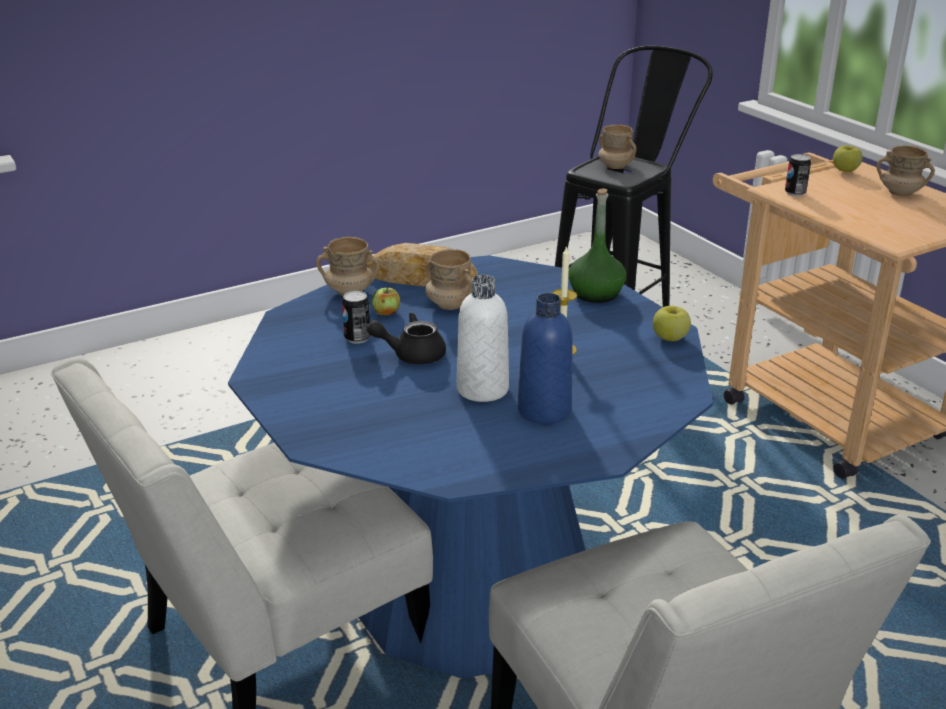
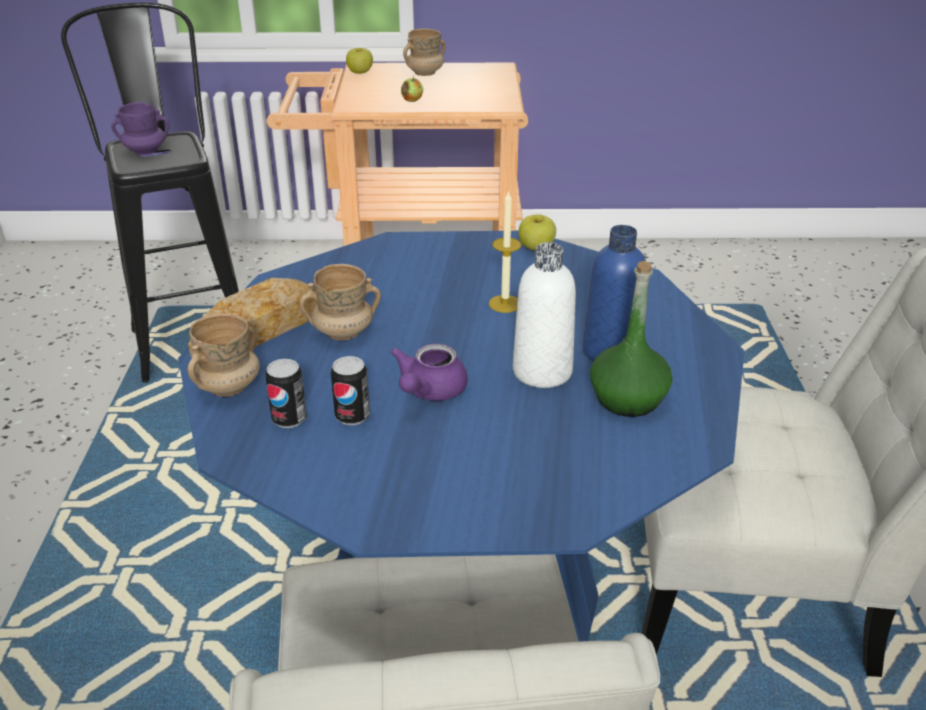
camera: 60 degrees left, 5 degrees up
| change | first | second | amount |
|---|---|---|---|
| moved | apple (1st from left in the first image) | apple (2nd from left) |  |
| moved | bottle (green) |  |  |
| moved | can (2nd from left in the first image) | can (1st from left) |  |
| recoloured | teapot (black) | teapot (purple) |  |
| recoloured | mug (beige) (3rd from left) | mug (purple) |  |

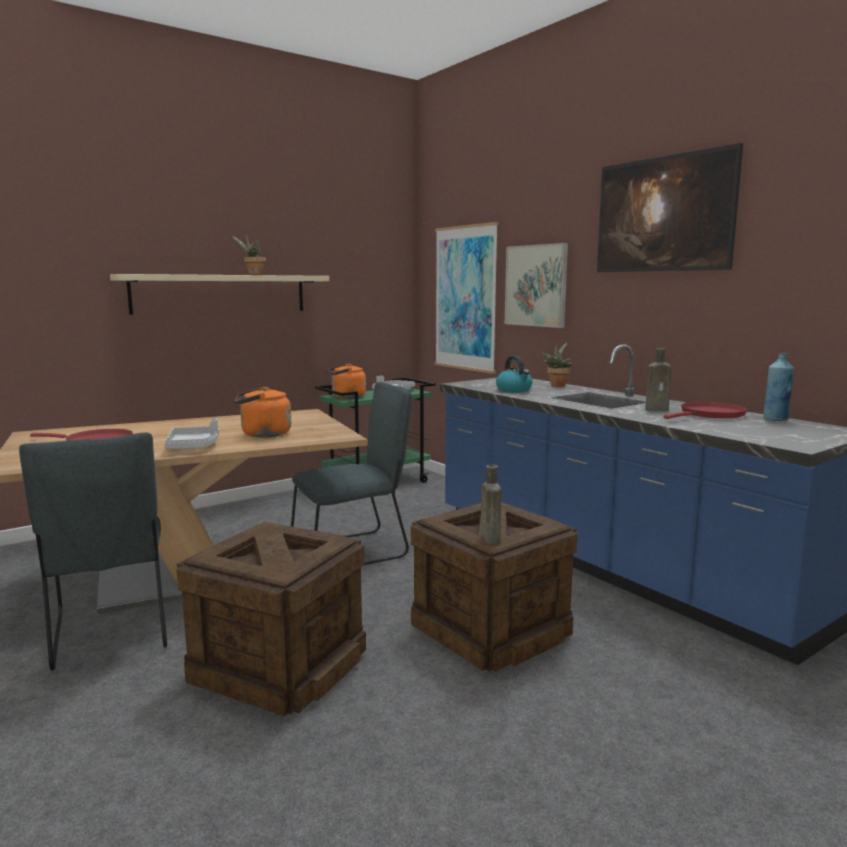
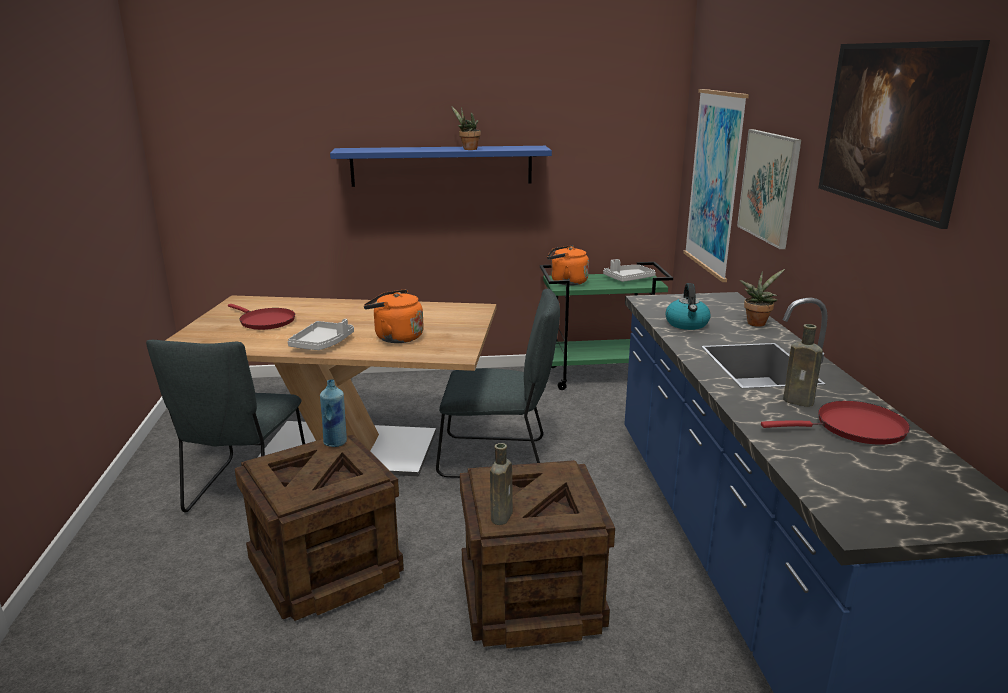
camera: 30 degrees right, 10 degrees up
| change | first | second | amount |
|---|---|---|---|
| moved | bottle (blue) |  |  |
| recoloured | shelf (beige) | shelf (blue) |  |

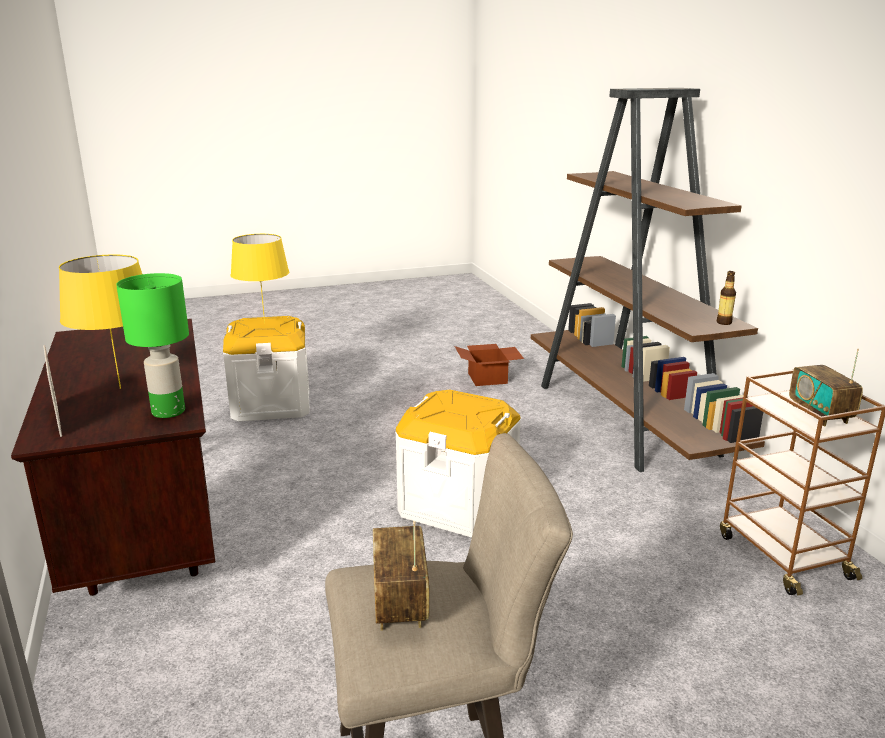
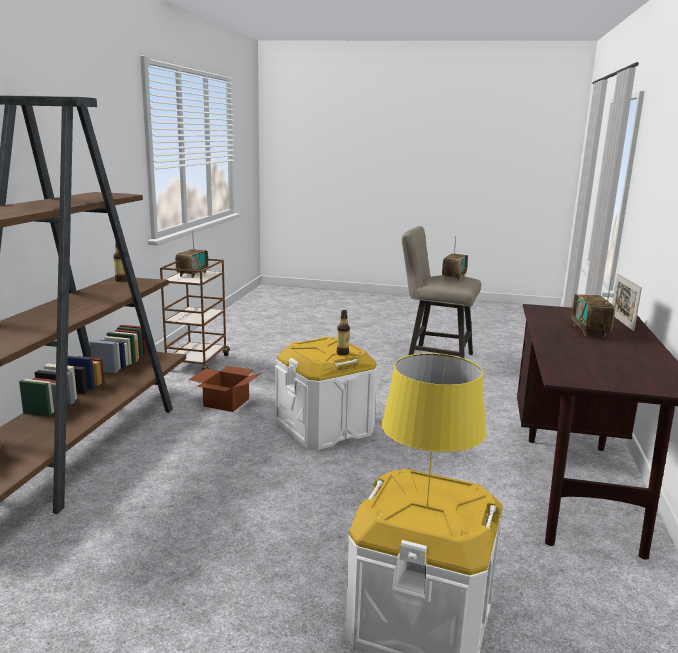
camera: 150 degrees left, 5 degrees down
| change | first | second | amount |
|---|---|---|---|
| removed | table lamp (green) |  |  |
| added |  | bottle (2nd from left) |  |
| moved | cardboard box |  |  |
| replaced | table lamp (yellow) (1st from left) | radio (3rd from left) |  |

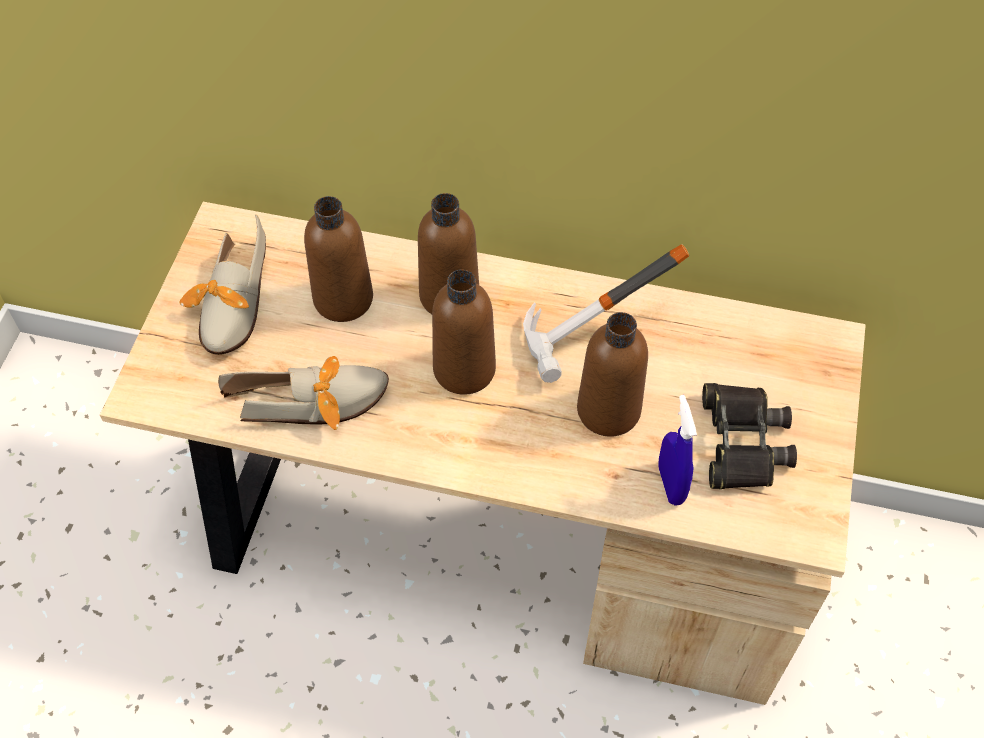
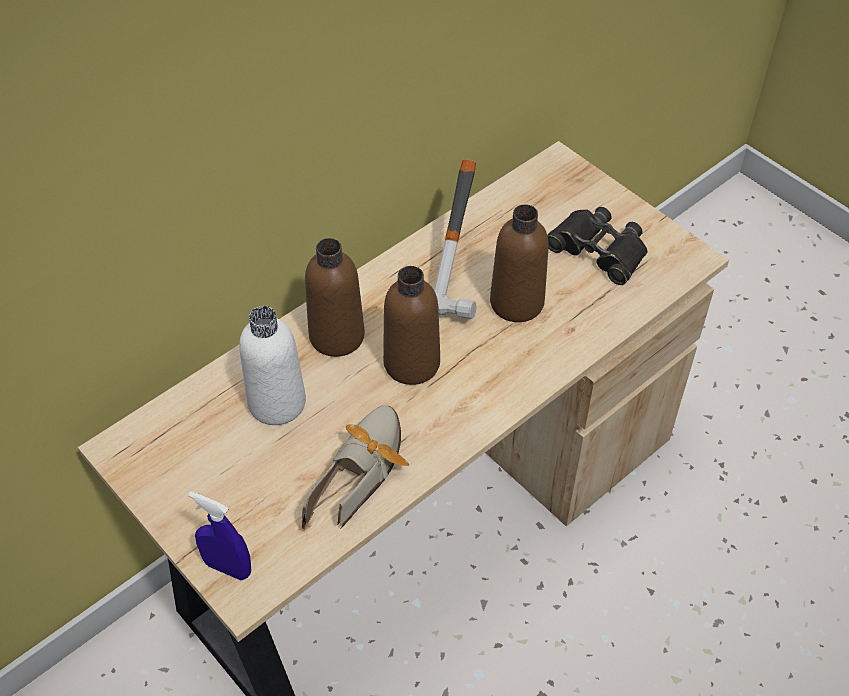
camera: 55 degrees left, 5 degrees down
| change | first | second | amount |
|---|---|---|---|
| removed | shoe (1st from left) |  |  |
| moved | spray bottle (blue) |  |  |
| recoloured | bottle (brown) (1st from left) | bottle (white) |  |

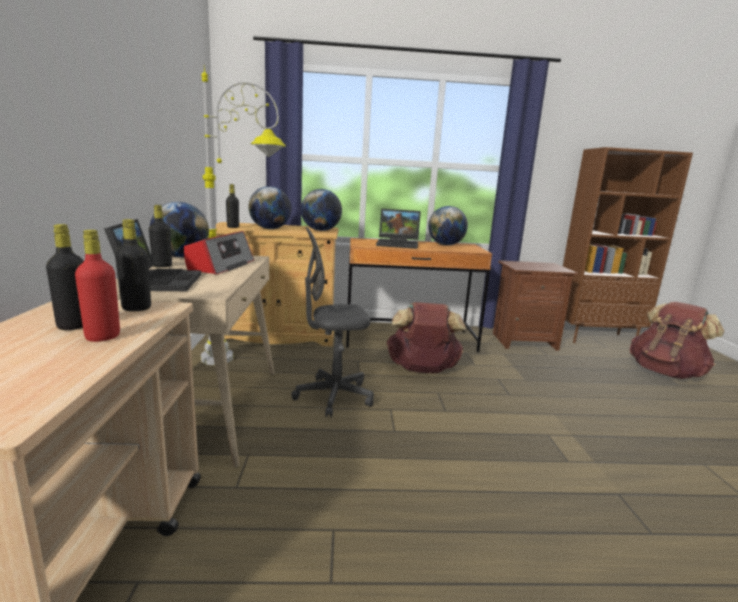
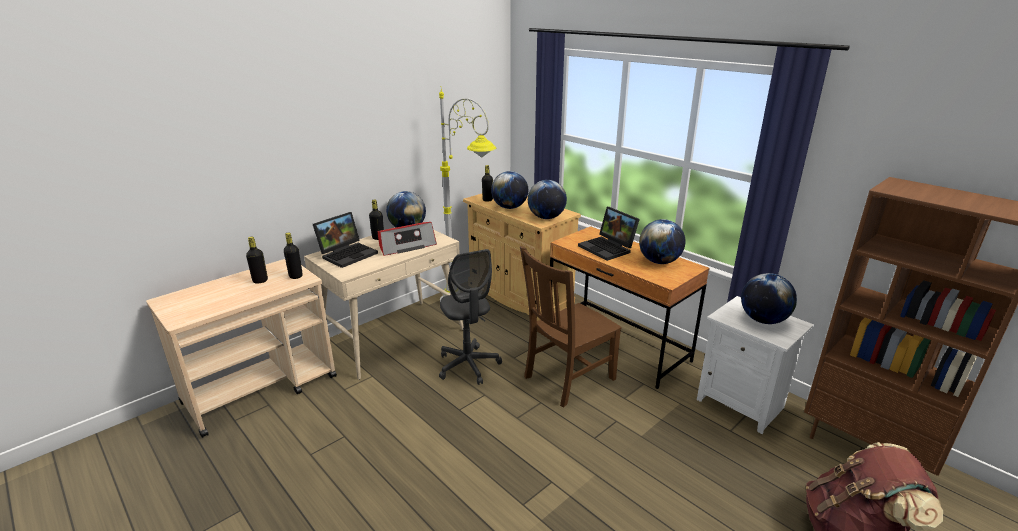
camera: 50 degrees right, 10 degrees up
| change | first | second | amount |
|---|---|---|---|
| removed | bottle (red) |  |  |
| added |  | globe (5th from left) |  |
| replaced | backpack (brown) (1st from left) | chair (brown) |  |
| recoloured | nightstand (brown) | nightstand (white) |  |
| turned | office chair (grey) |  | 150 degrees counterclockwise |

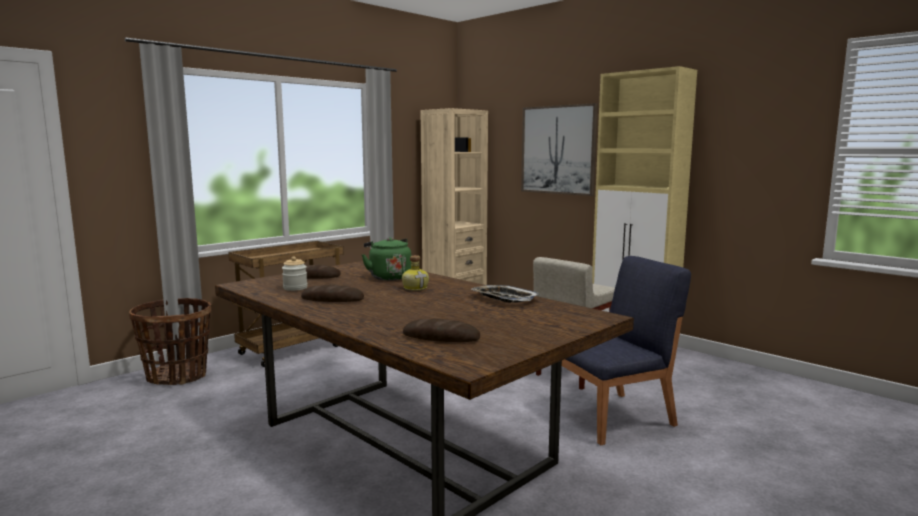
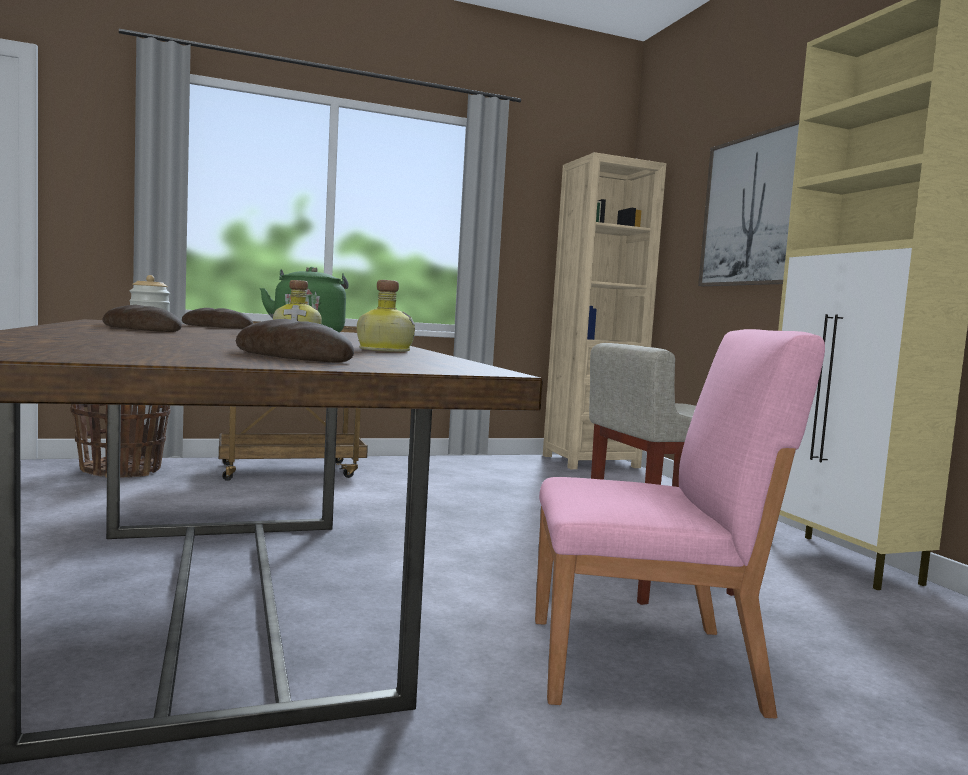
camera: 25 degrees right, 5 degrees down
| change | first | second | amount |
|---|---|---|---|
| moved | bread (3rd from left) |  |  |
| replaced | tray | bottle (2nd from left) |  |
| recoloured | chair (blue) | chair (pink) |  |

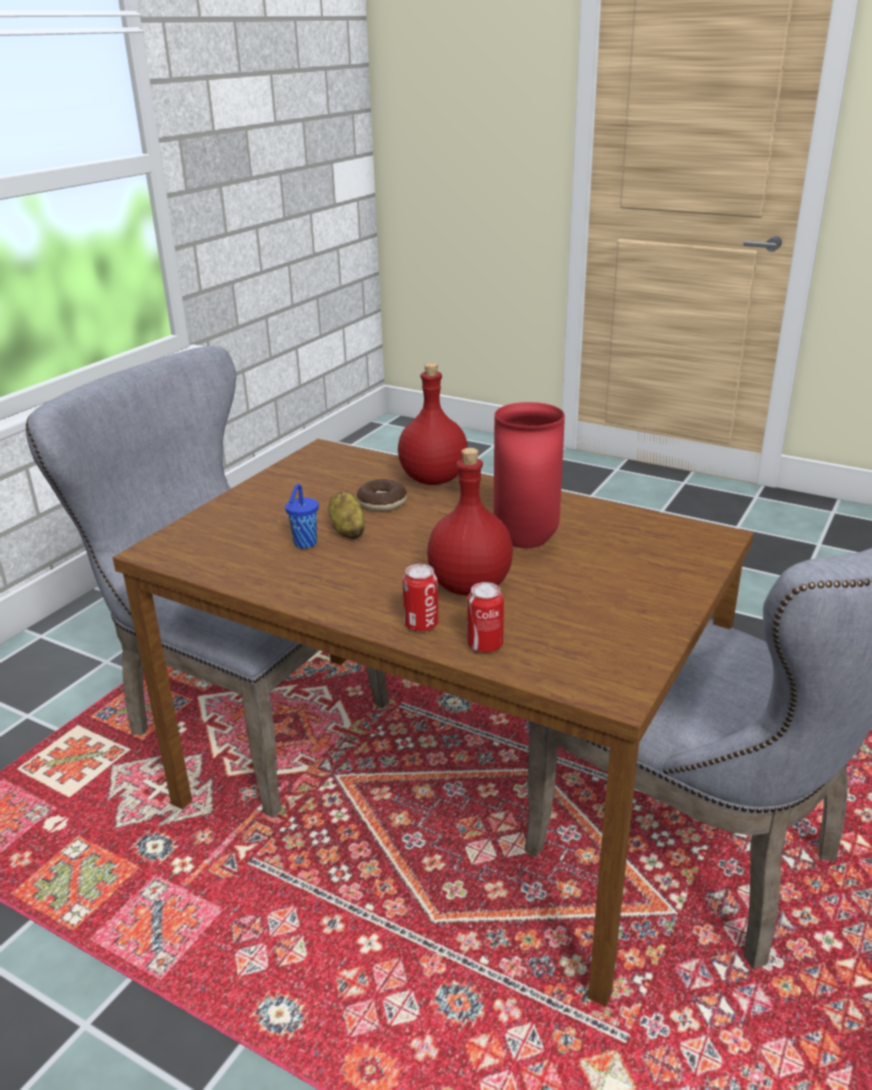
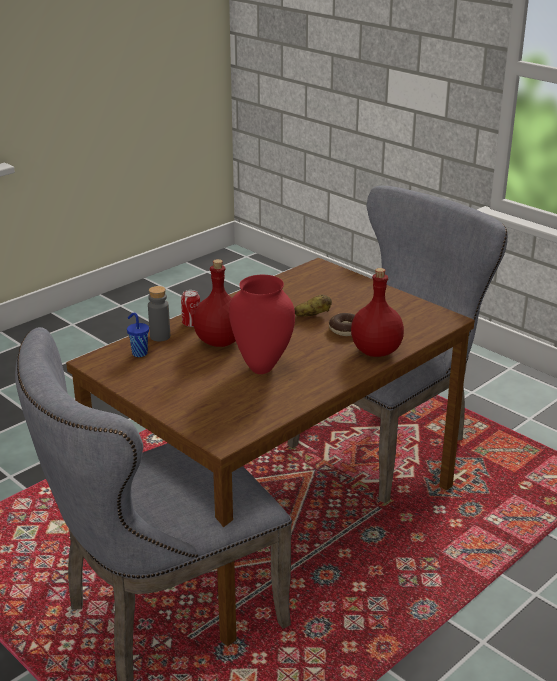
camera: 105 degrees right, 0 degrees up
| change | first | second | amount |
|---|---|---|---|
| moved | cup (blue) |  |  |
| replaced | can (2nd from left) | bottle (grey) |  |

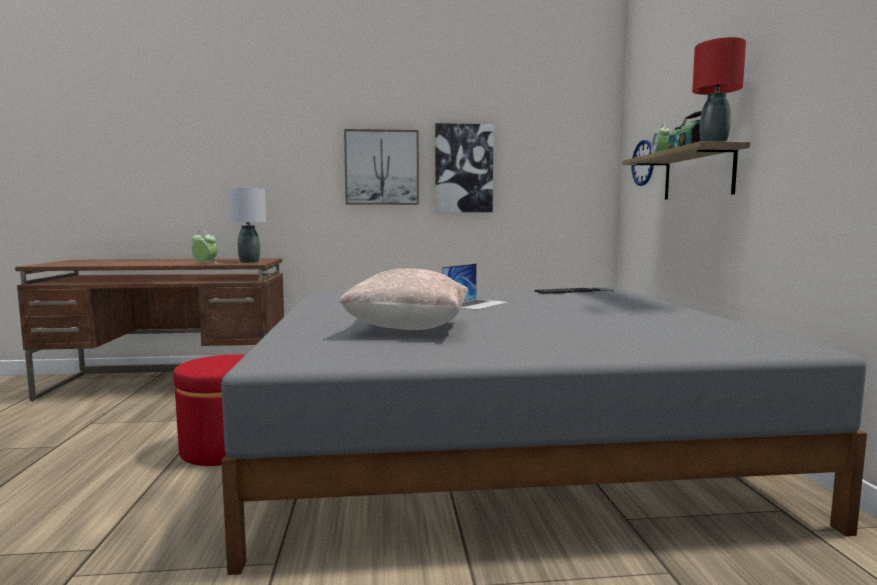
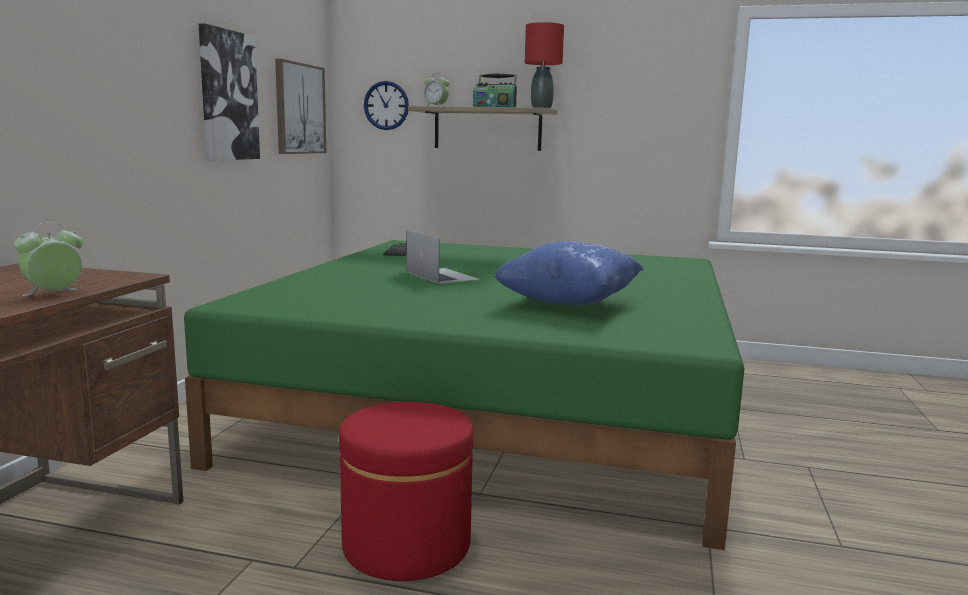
camera: 70 degrees left, 5 degrees up
| change | first | second | amount |
|---|---|---|---|
| removed | table lamp (grey) |  |  |
| moved | picture (1st from left in the first image) | picture (2nd from left) |  |
| recoloured | bed (grey) | bed (green) |  |
| recoloured | pillow (beige) | pillow (blue) |  |

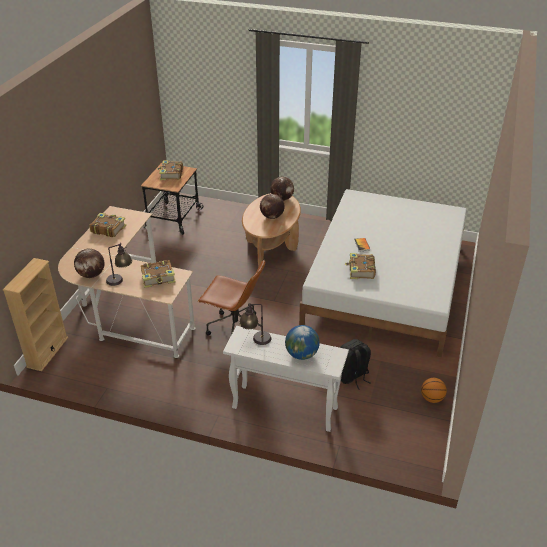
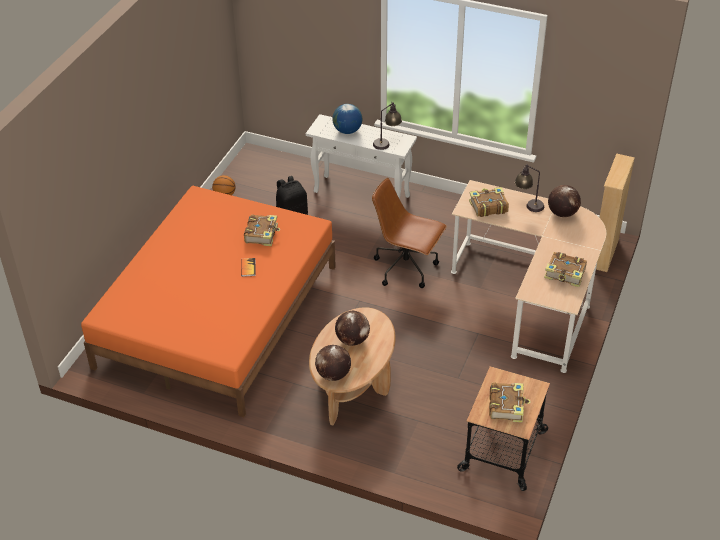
camera: 175 degrees left, 5 degrees up
| change | first | second | amount |
|---|---|---|---|
| recoloured | bed (white) | bed (orange) |  |

